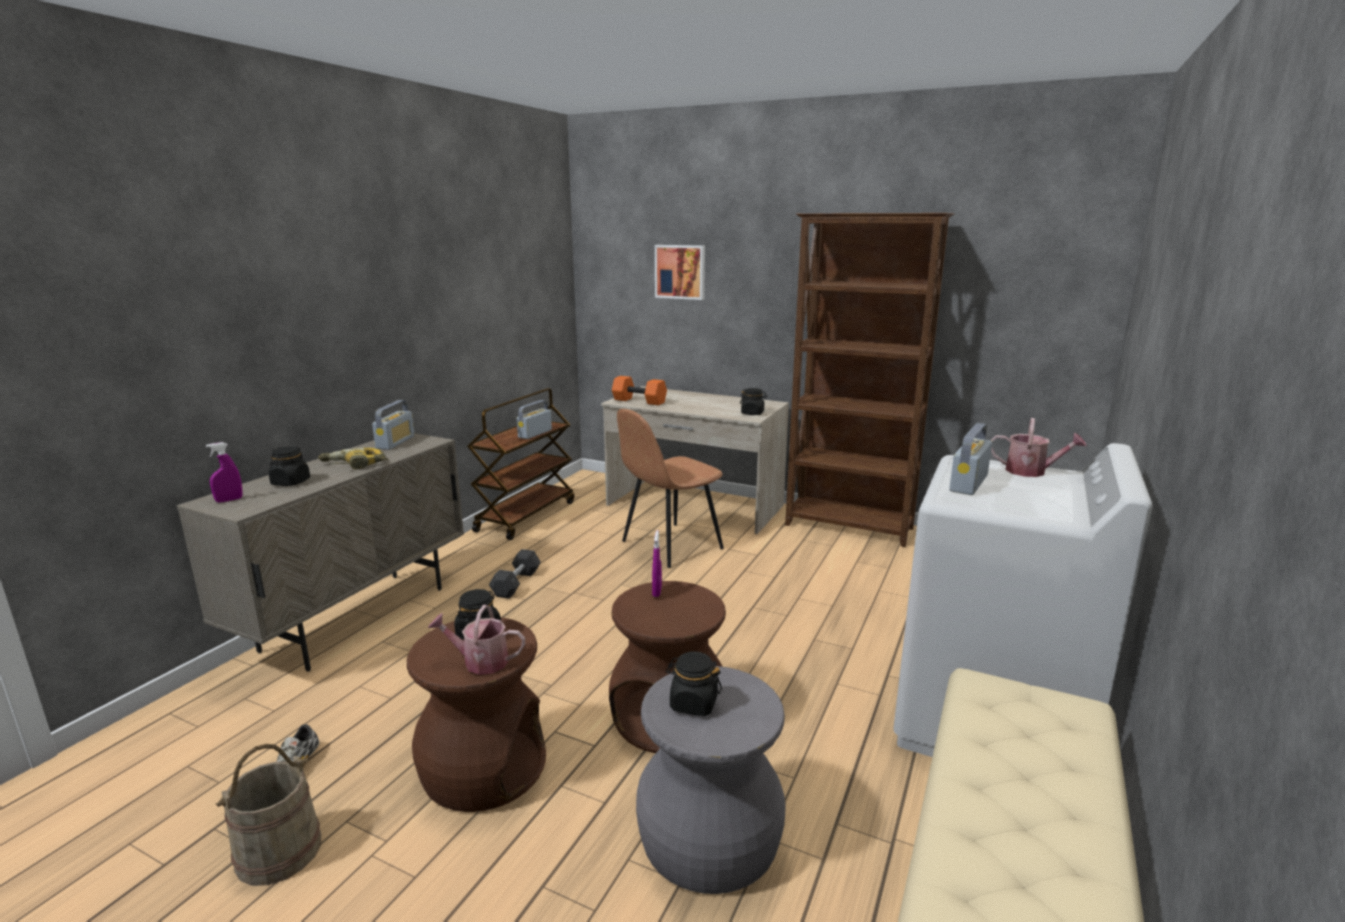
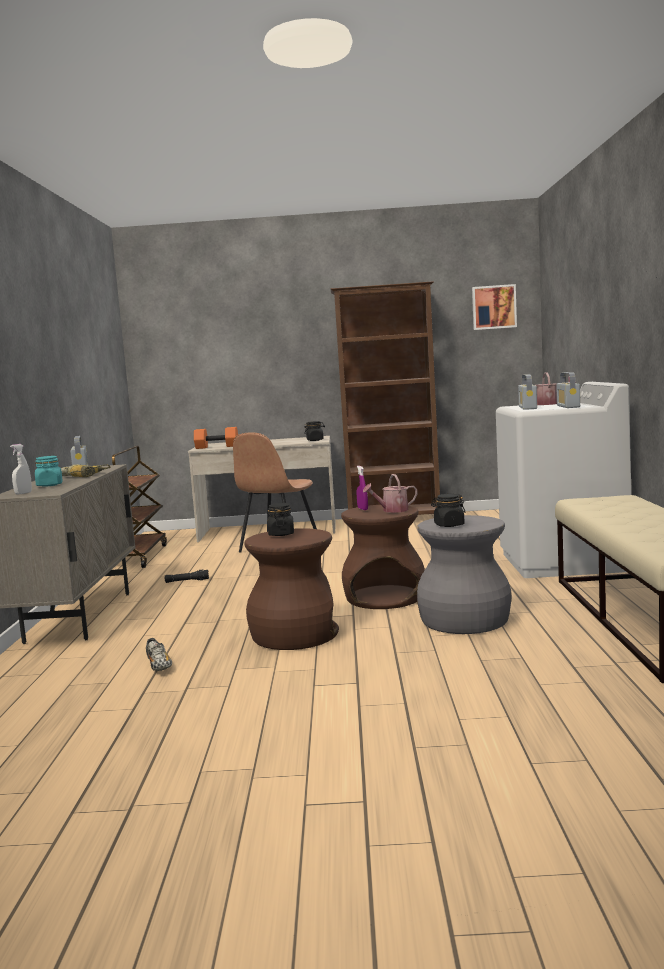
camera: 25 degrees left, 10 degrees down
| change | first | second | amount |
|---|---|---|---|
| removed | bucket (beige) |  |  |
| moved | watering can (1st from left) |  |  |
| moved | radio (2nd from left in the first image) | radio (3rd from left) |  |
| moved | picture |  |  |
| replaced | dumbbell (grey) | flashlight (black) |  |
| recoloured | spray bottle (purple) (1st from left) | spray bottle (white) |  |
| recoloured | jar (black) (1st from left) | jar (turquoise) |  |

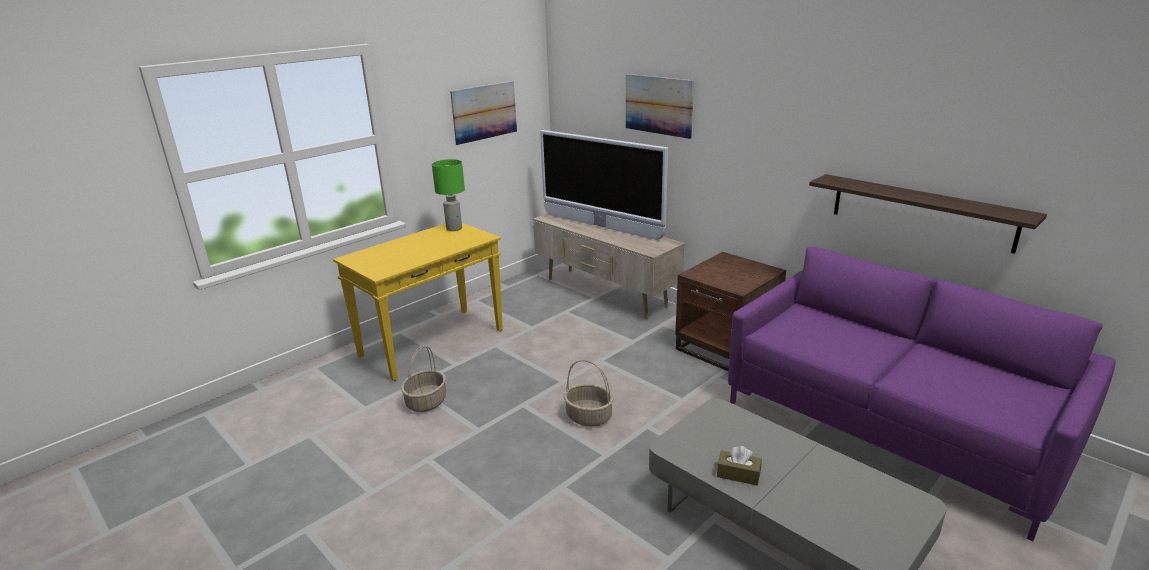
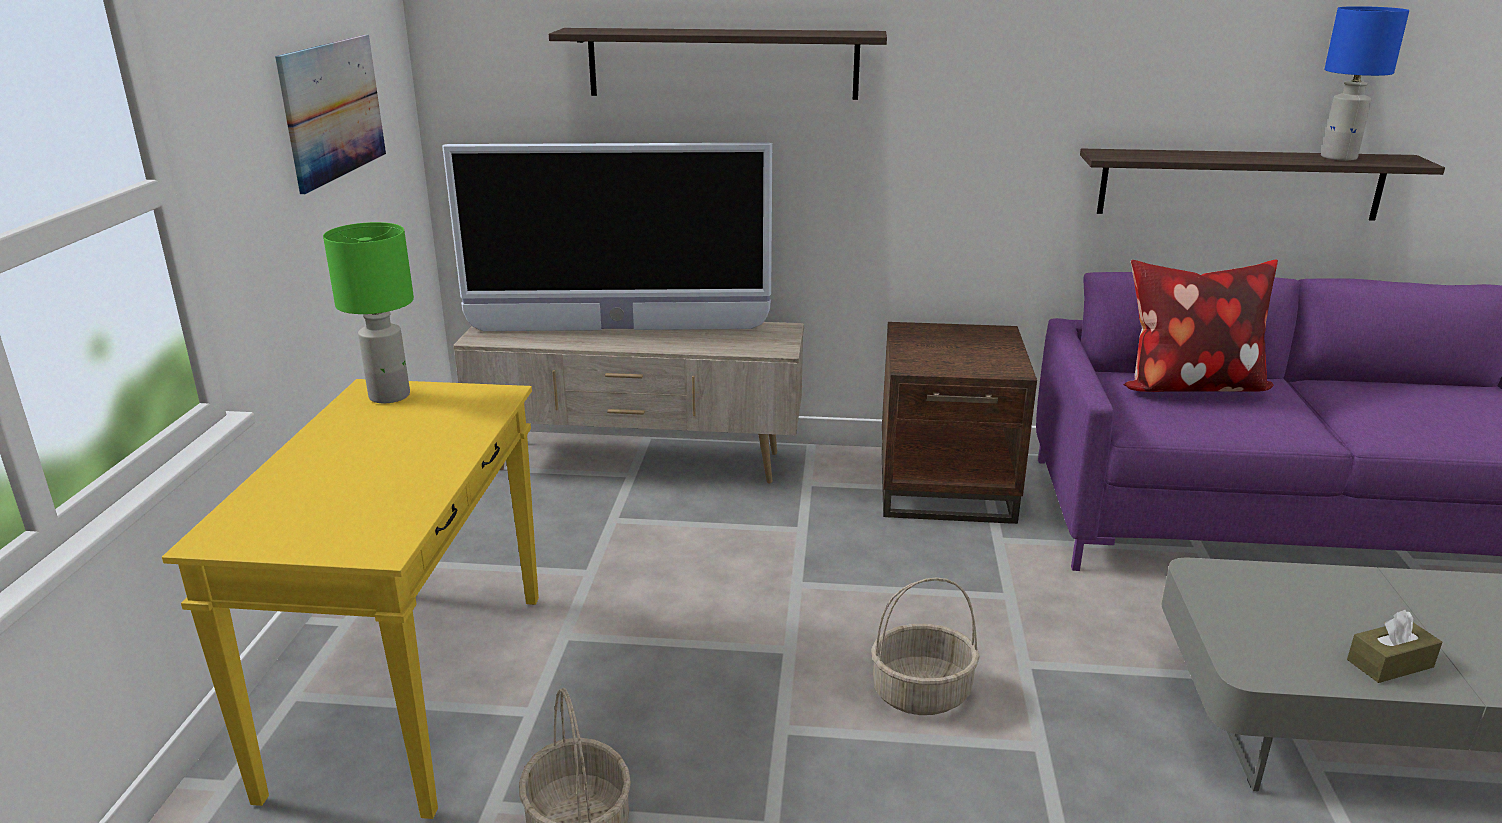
camera: 40 degrees left, 0 degrees up
| change | first | second | amount |
|---|---|---|---|
| added |  | pillow |  |
| added |  | table lamp (blue) |  |
| replaced | picture (2nd from left) | shelf (1st from left) |  |

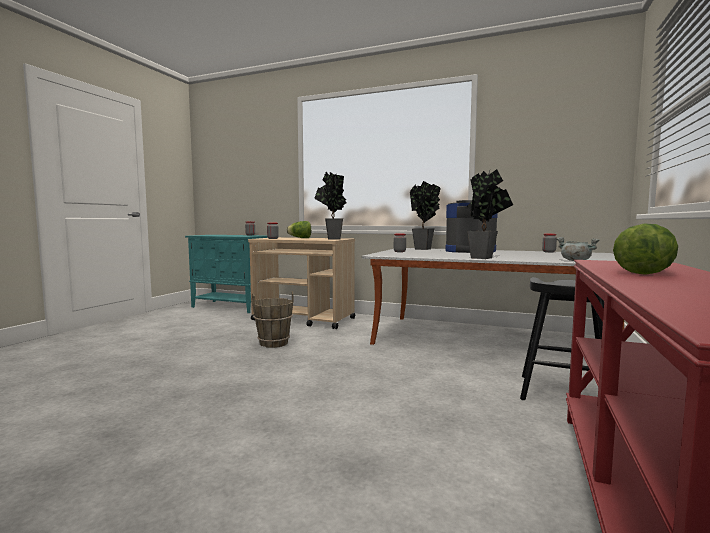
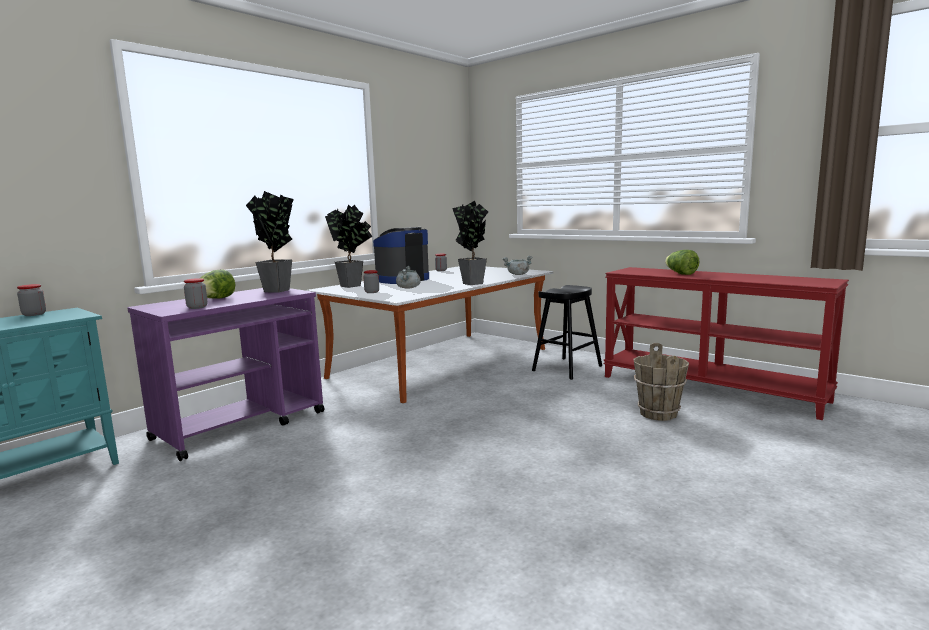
camera: 70 degrees left, 5 degrees up
| change | first | second | amount |
|---|---|---|---|
| added |  | cooking pot (grey) (1st from left) |  |
| moved | bucket (brown) |  |  |
| recoloured | cart (beige) | cart (purple) |  |

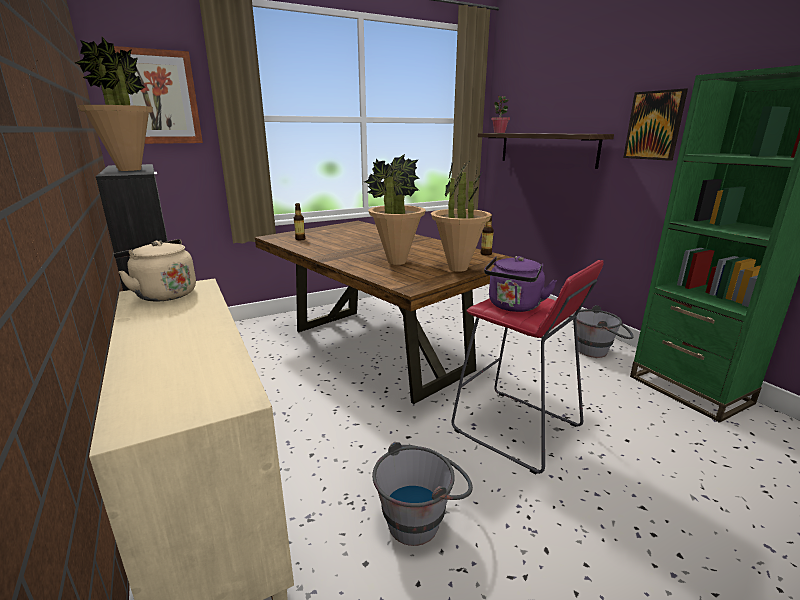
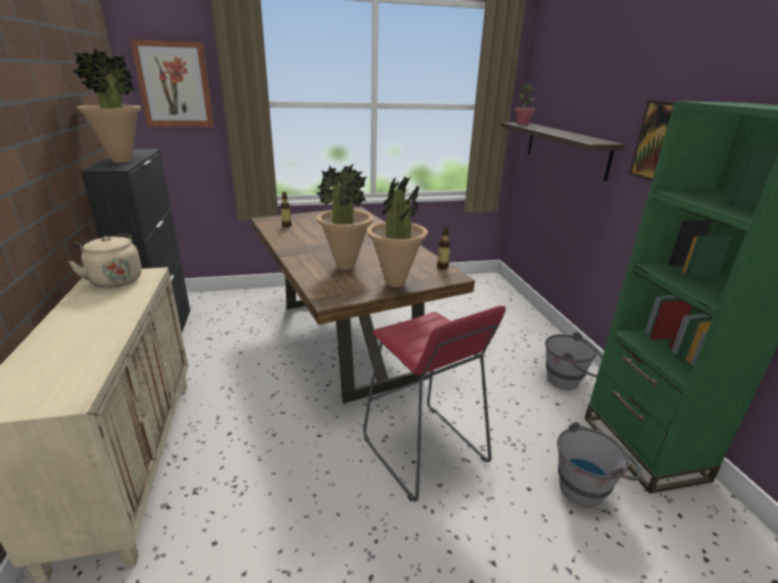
camera: 15 degrees right, 5 degrees up
| change | first | second | amount |
|---|---|---|---|
| removed | kettle (purple) |  |  |
| moved | bucket (grey) (1st from left in the first image) | bucket (grey) (2nd from left) |  |

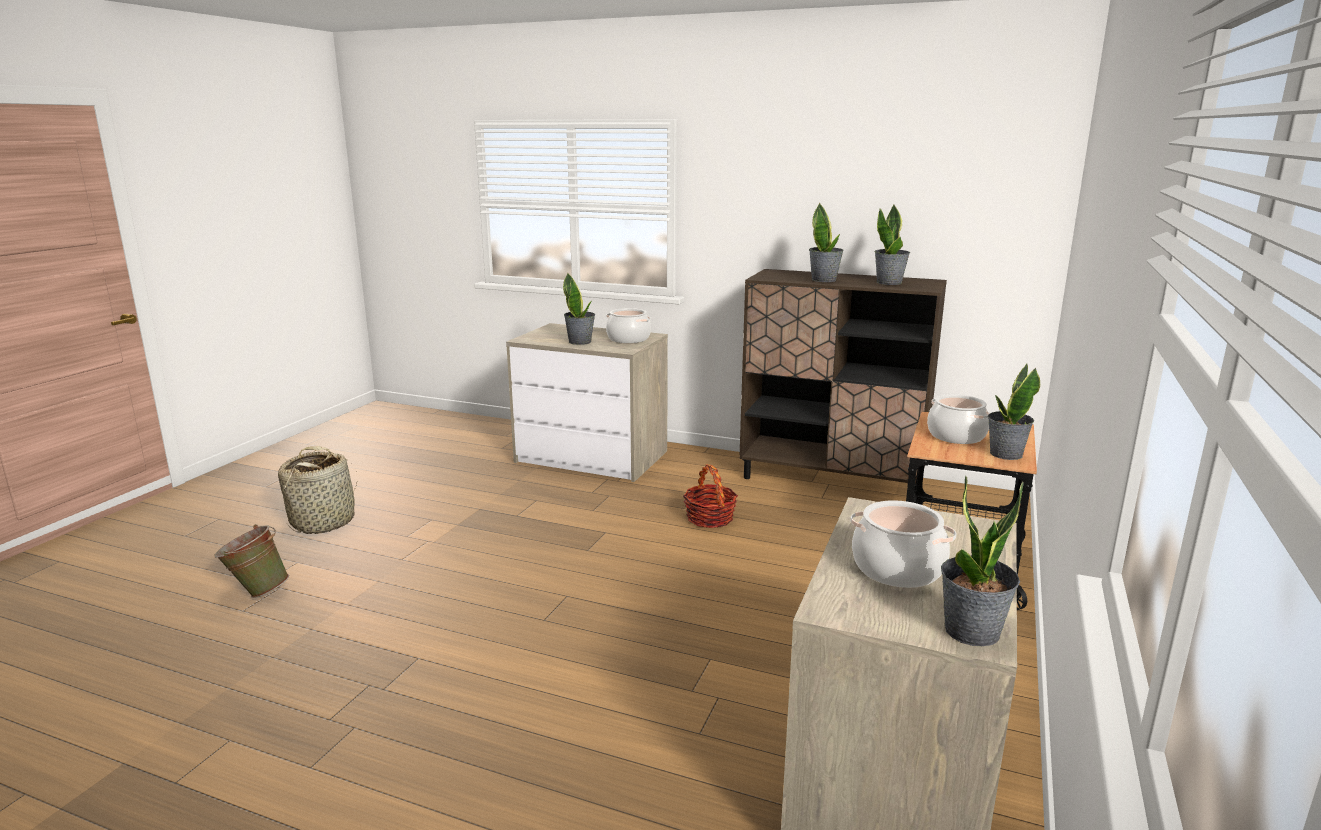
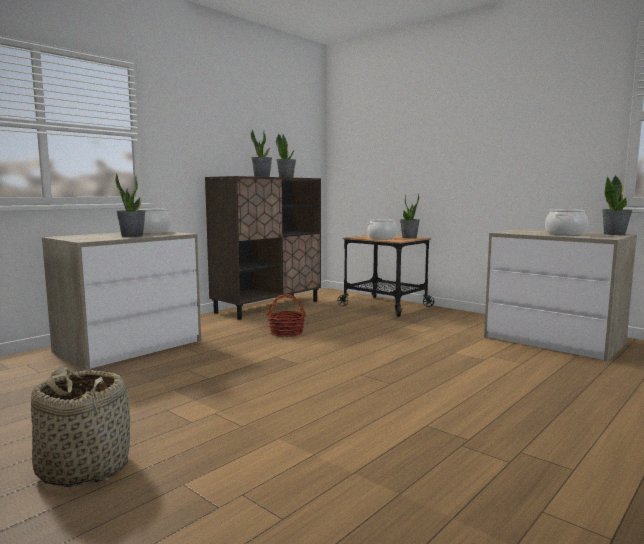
camera: 70 degrees left, 10 degrees down
| change | first | second | amount |
|---|---|---|---|
| removed | bucket (green) |  |  |

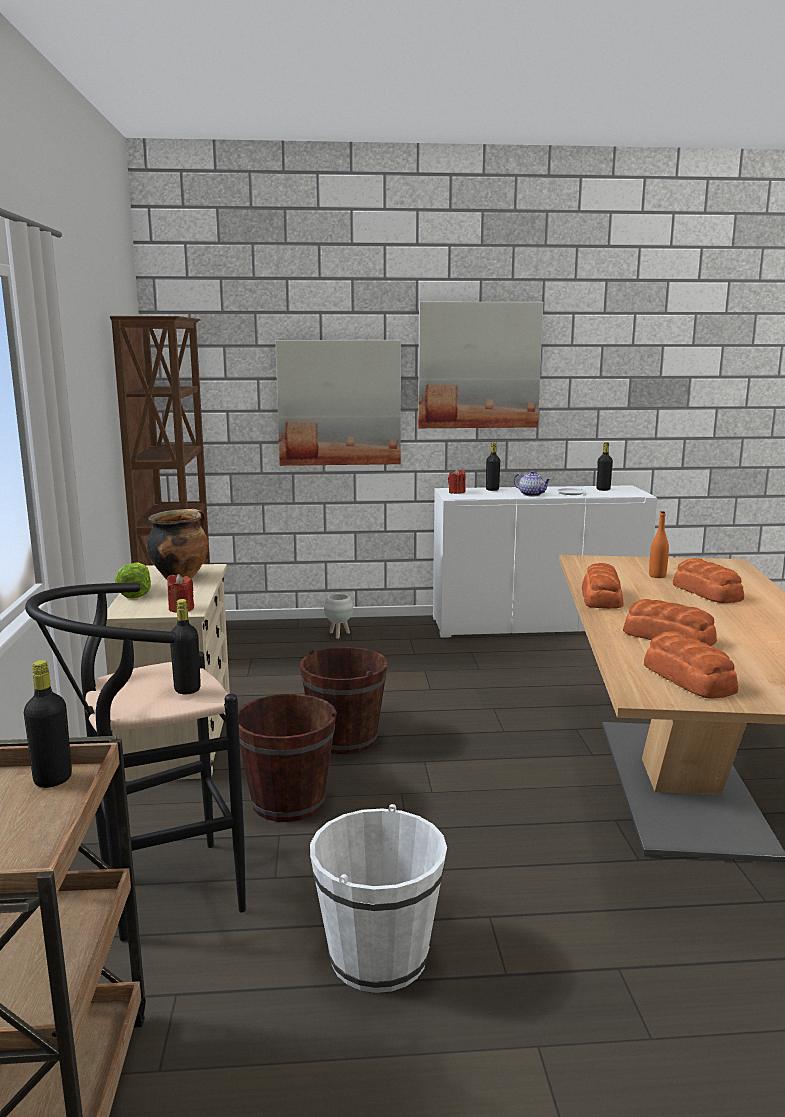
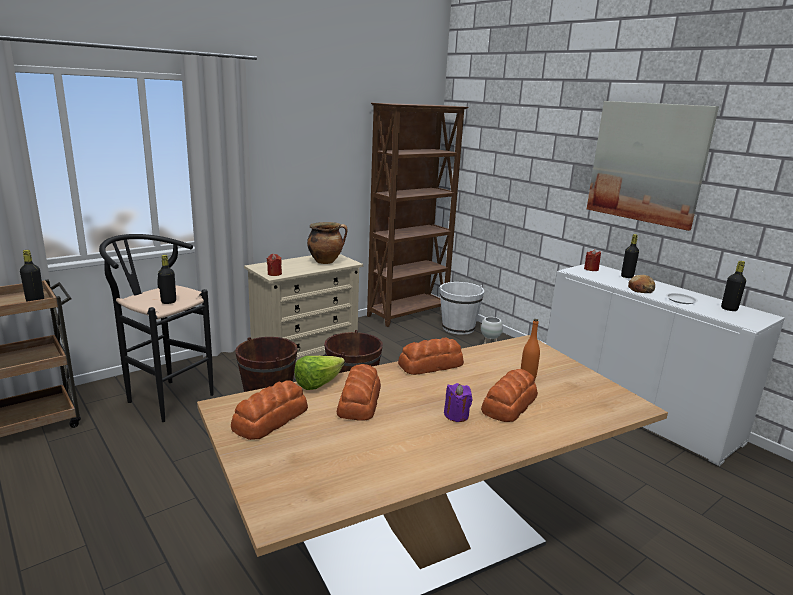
camera: 55 degrees right, 5 degrees up
| change | first | second | amount |
|---|---|---|---|
| removed | picture (1st from left) |  |  |
| added |  | candle (purple) |  |
| moved | lettuce |  |  |
| moved | bucket (white) |  |  |
| replaced | teapot | bread (5th from left) |  |

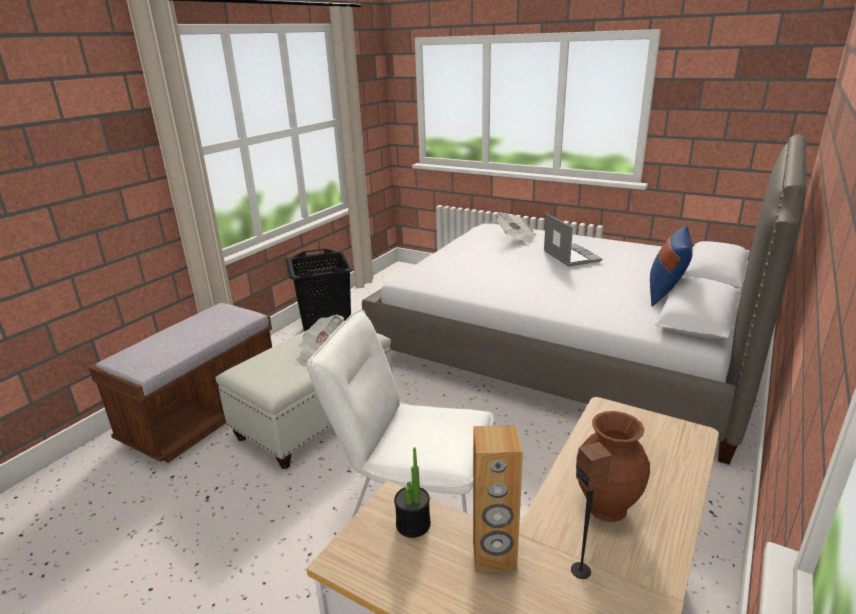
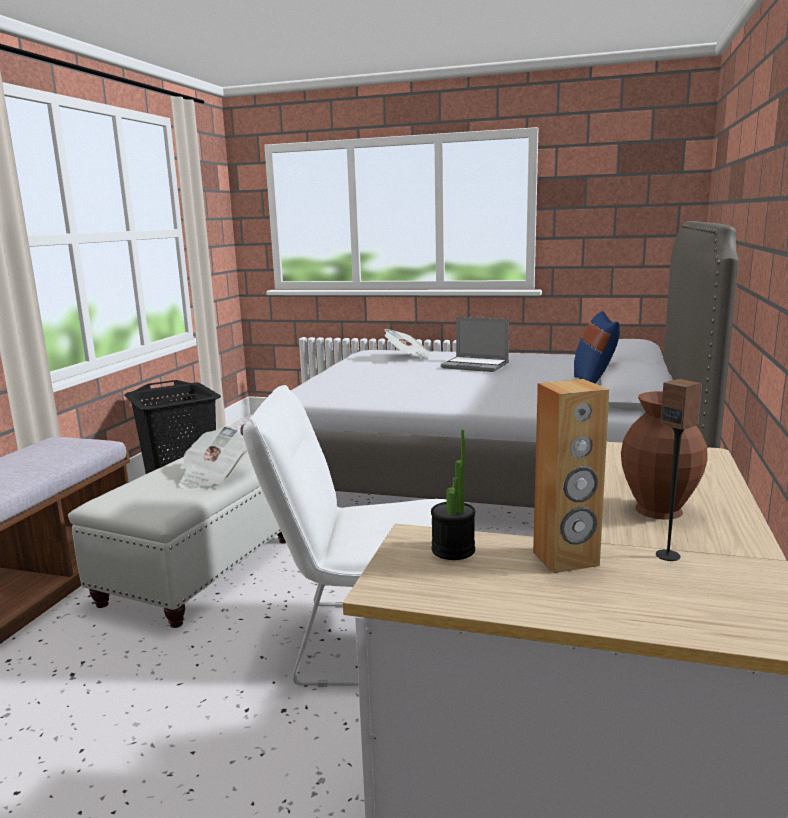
camera: 15 degrees left, 10 degrees down
| change | first | second | amount |
|---|---|---|---|
| turned | laptop |  | 150 degrees clockwise |

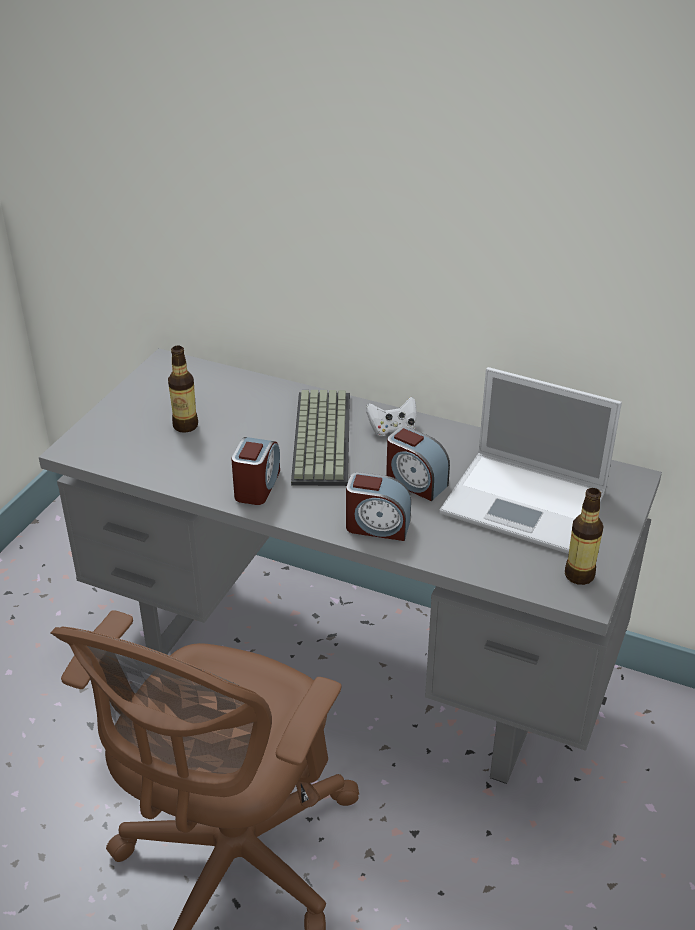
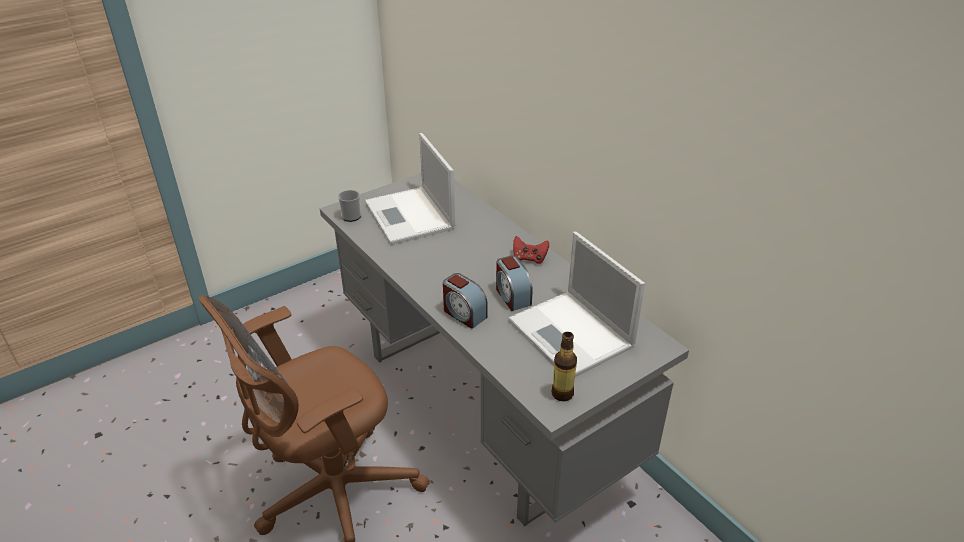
camera: 30 degrees right, 0 degrees up
| change | first | second | amount |
|---|---|---|---|
| removed | alarm clock (1st from left) |  |  |
| removed | keyboard |  |  |
| added |  | mug |  |
| replaced | bottle (1st from left) | laptop (1st from left) |  |
| recoloured | game controller (white) | game controller (red) |  |

